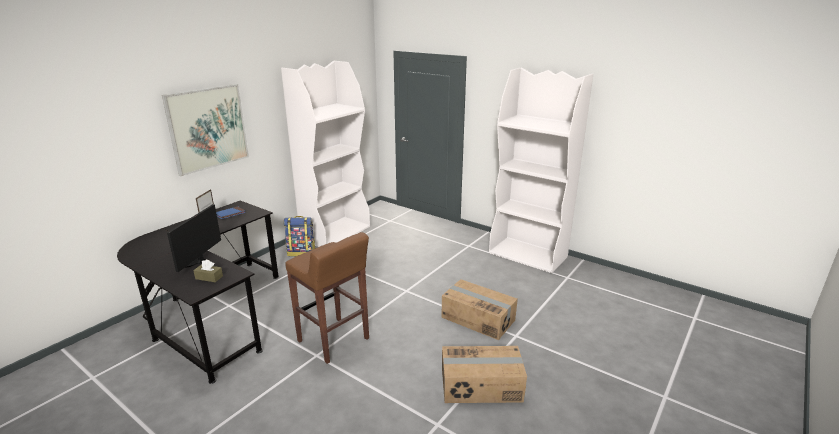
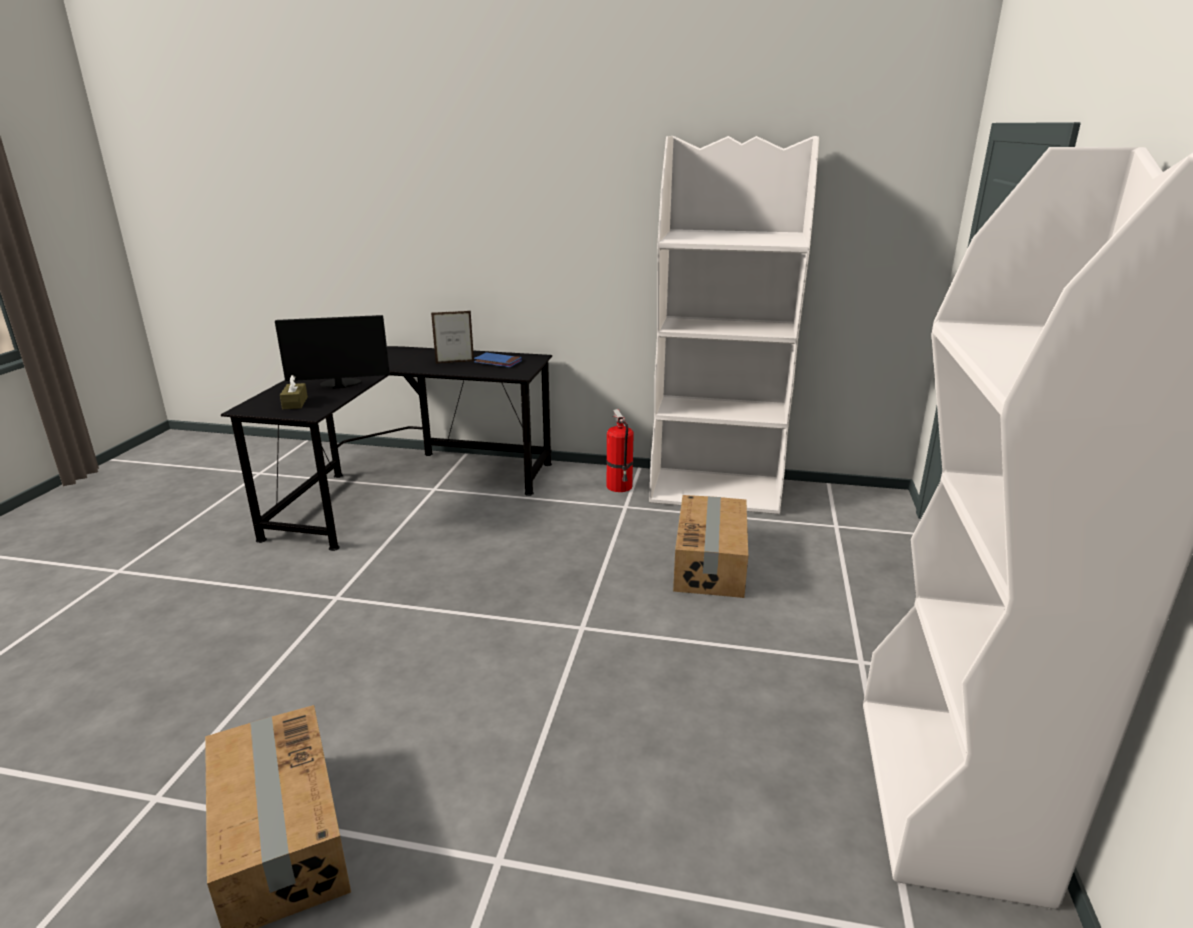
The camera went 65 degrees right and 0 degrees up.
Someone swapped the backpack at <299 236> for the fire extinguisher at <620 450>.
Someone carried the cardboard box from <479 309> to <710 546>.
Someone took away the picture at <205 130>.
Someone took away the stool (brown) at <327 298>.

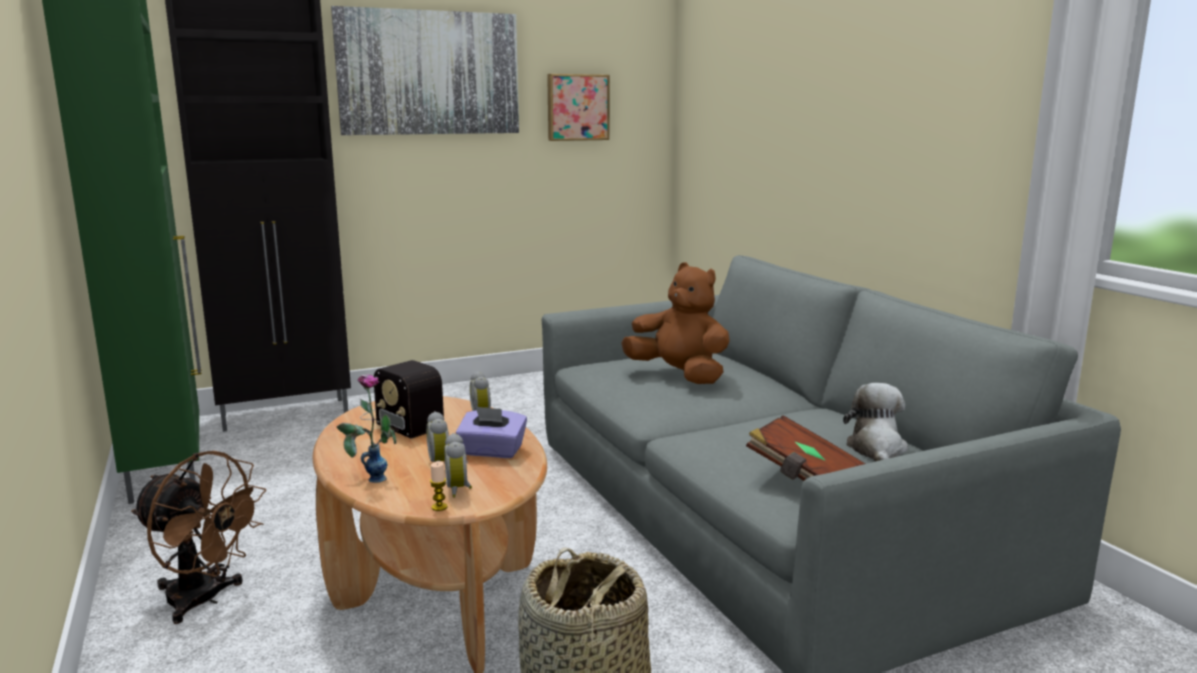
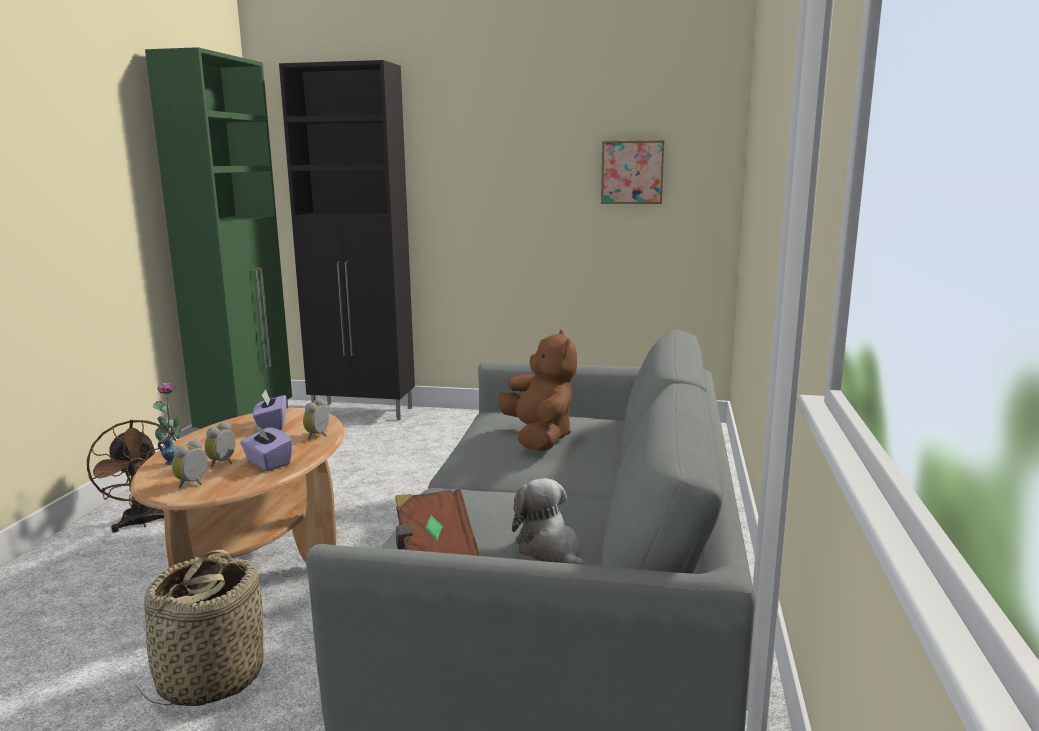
The camera went 35 degrees right and 0 degrees up.
Someone swapped the radio at <402 399> for the tissue box (purple) at <269 409>.
Someone rotated the plush toy at <875 422> by 75 degrees counterclockwise.
Someone took away the picture at <425 70>.
Someone took away the candle at <439 486>.

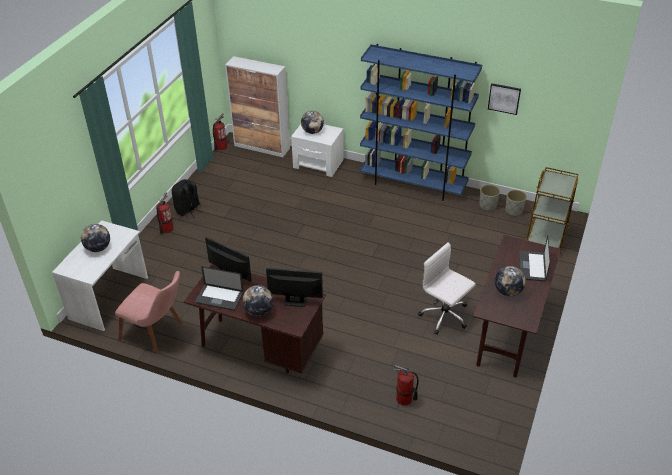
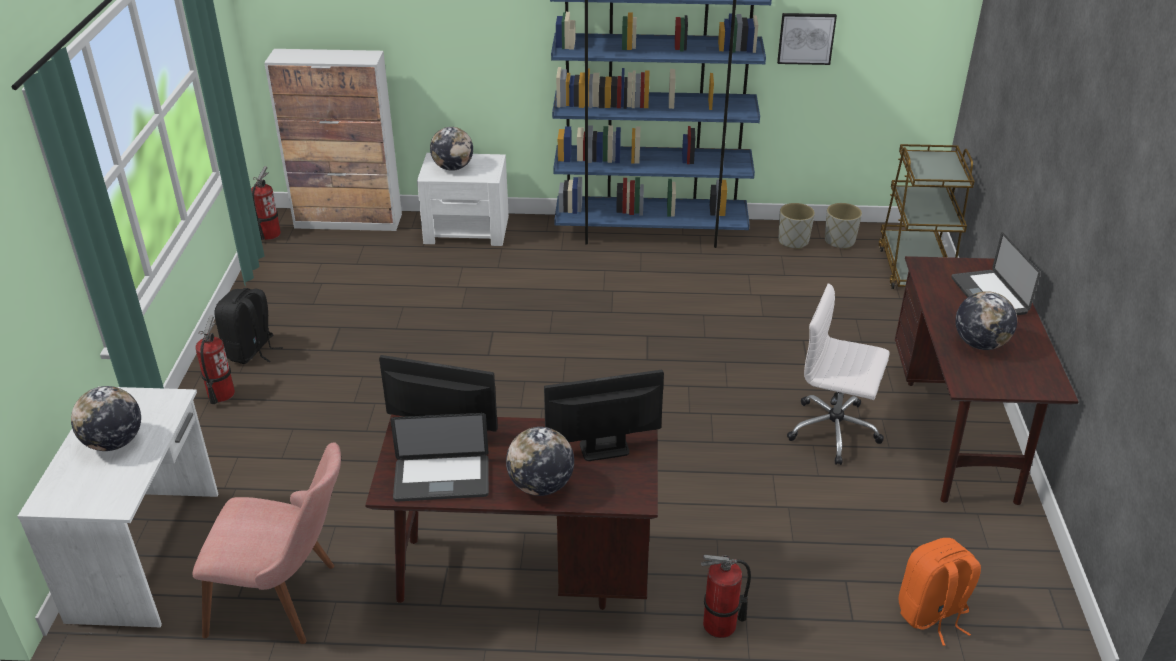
The camera went 20 degrees left and 5 degrees down.
Someone carried the fire extinguisher from <406 385> to <726 596>.
Someone put down the backpack (orange) at <940 592>.

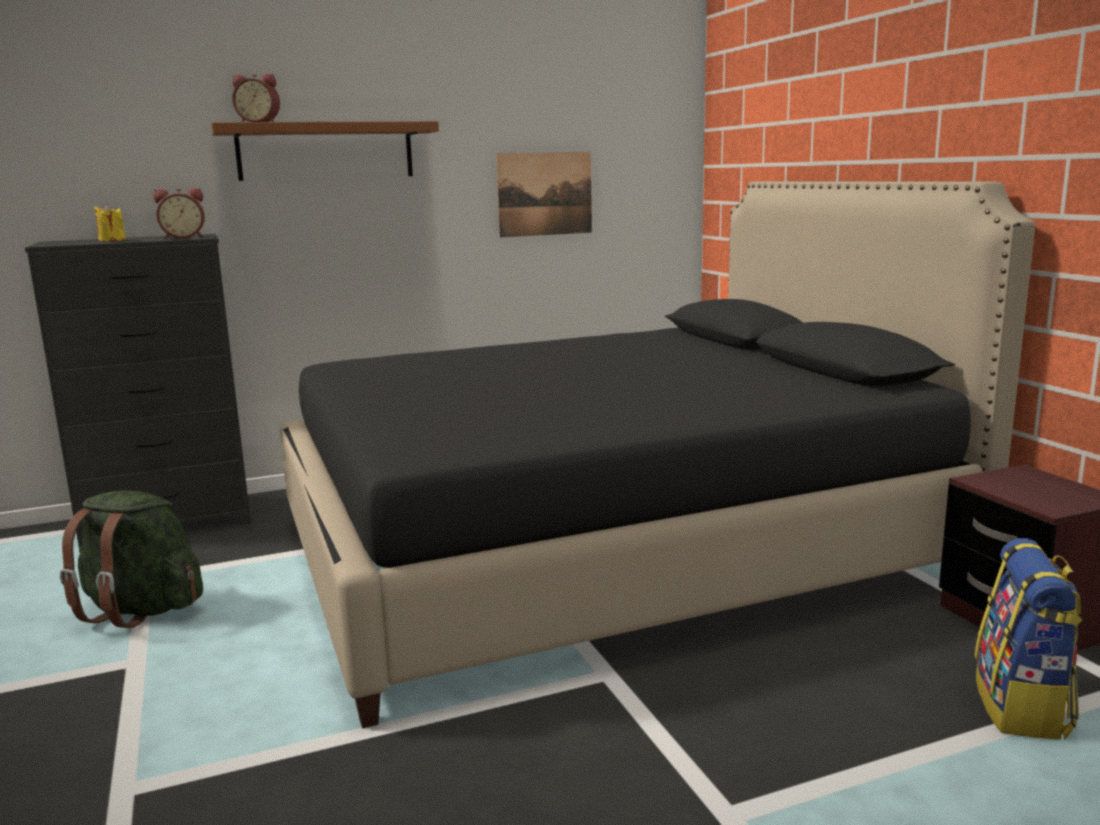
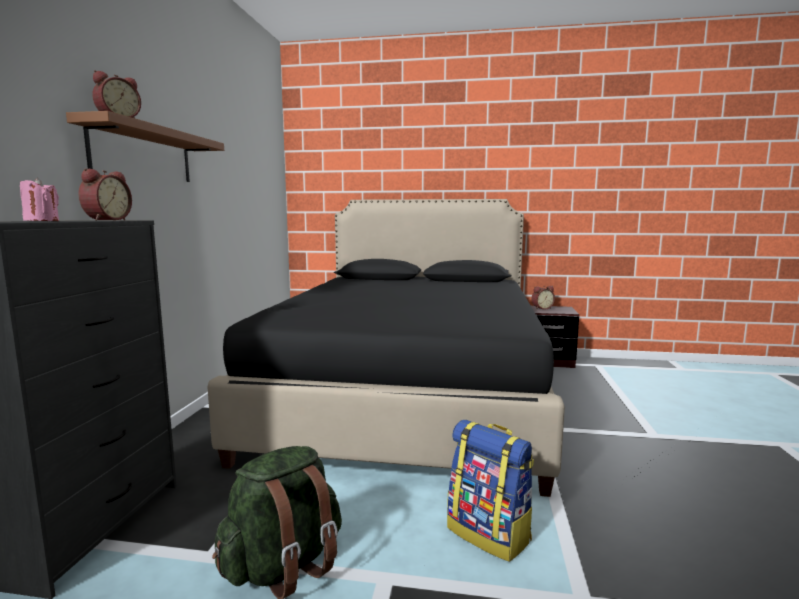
The camera went 60 degrees left and 5 degrees down.
Someone repainted the candle (yellow) at <110 223>, which became the candle (pink) at <39 199>.
Someone carried the backpack from <1028 639> to <490 491>.
Someone put down the alarm clock at <543 298>.
Someone took away the picture at <544 194>.

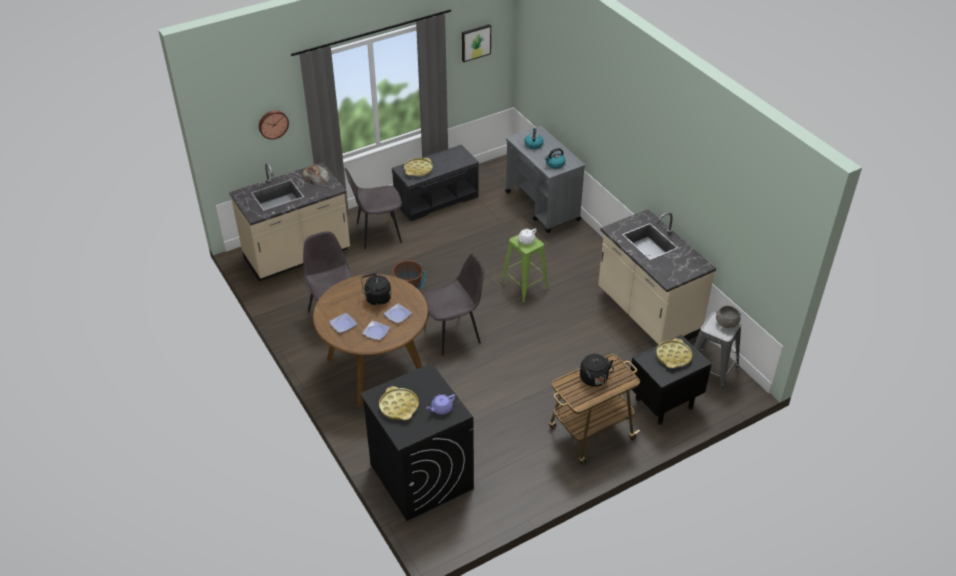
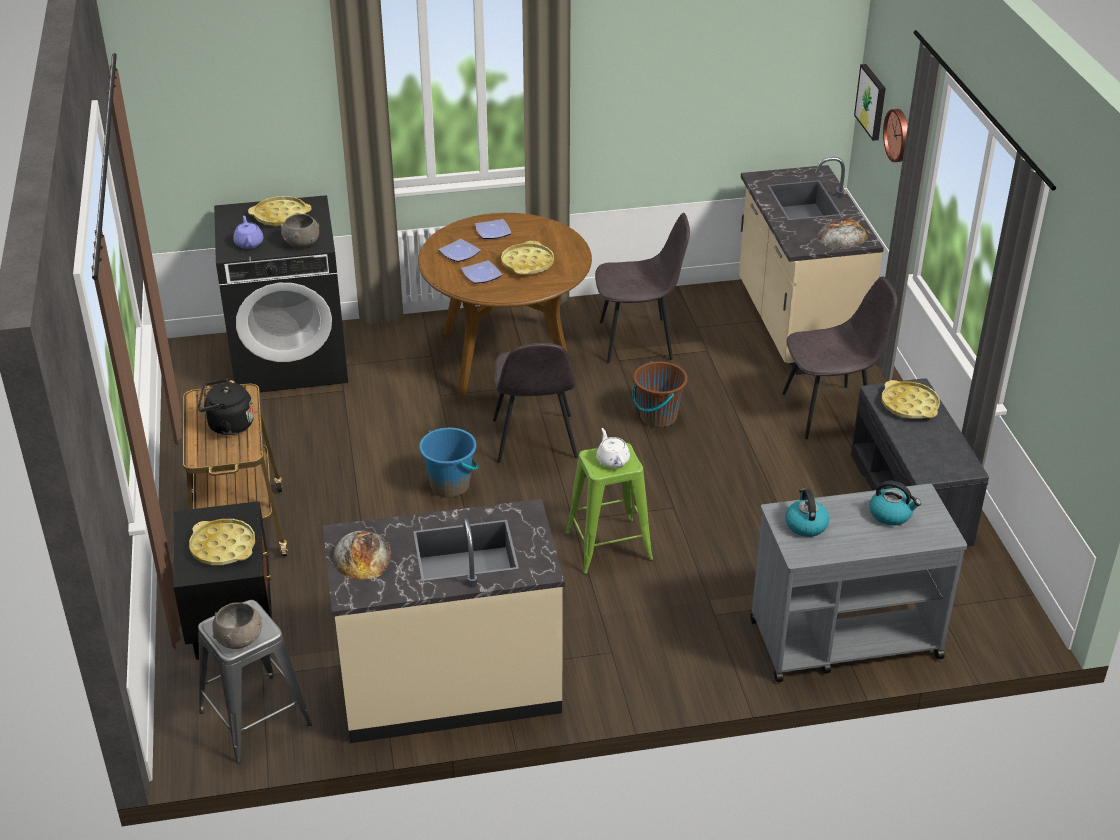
The camera went 110 degrees right and 5 degrees down.
Someone put down the bowl (grey) at <300 230>.
Someone put down the bread at <362 555>.
Someone put down the bucket (blue) at <448 463>.
Someone swapped the kettle (black) at <376 289> for the tray (yellow) at <527 258>.
Someone rotated the chair (grey) at <373 208> by 75 degrees clockwise.
Someone carried the picture from <476 43> to <870 102>.

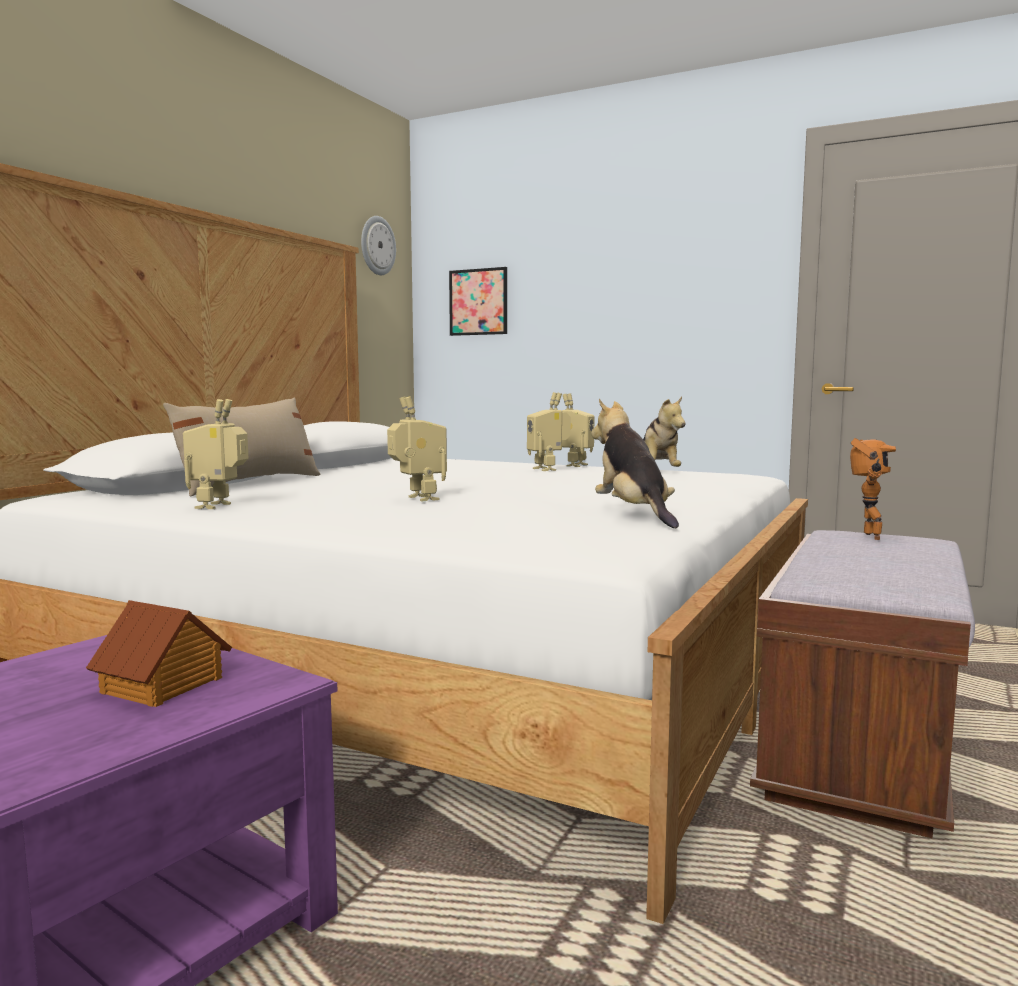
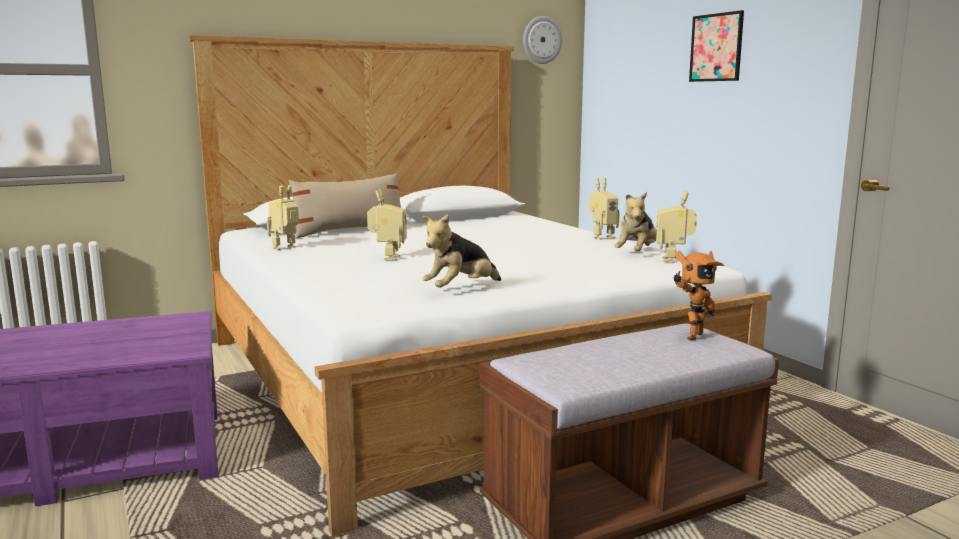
The camera went 35 degrees right and 5 degrees up.
Someone rotated the plush toy at <635 463> by 150 degrees counterclockwise.
Someone carried the toy robot from <549 431> to <676 227>.
Someone carried the picture from <478 301> to <716 46>.
Someone took away the toy house at <159 653>.

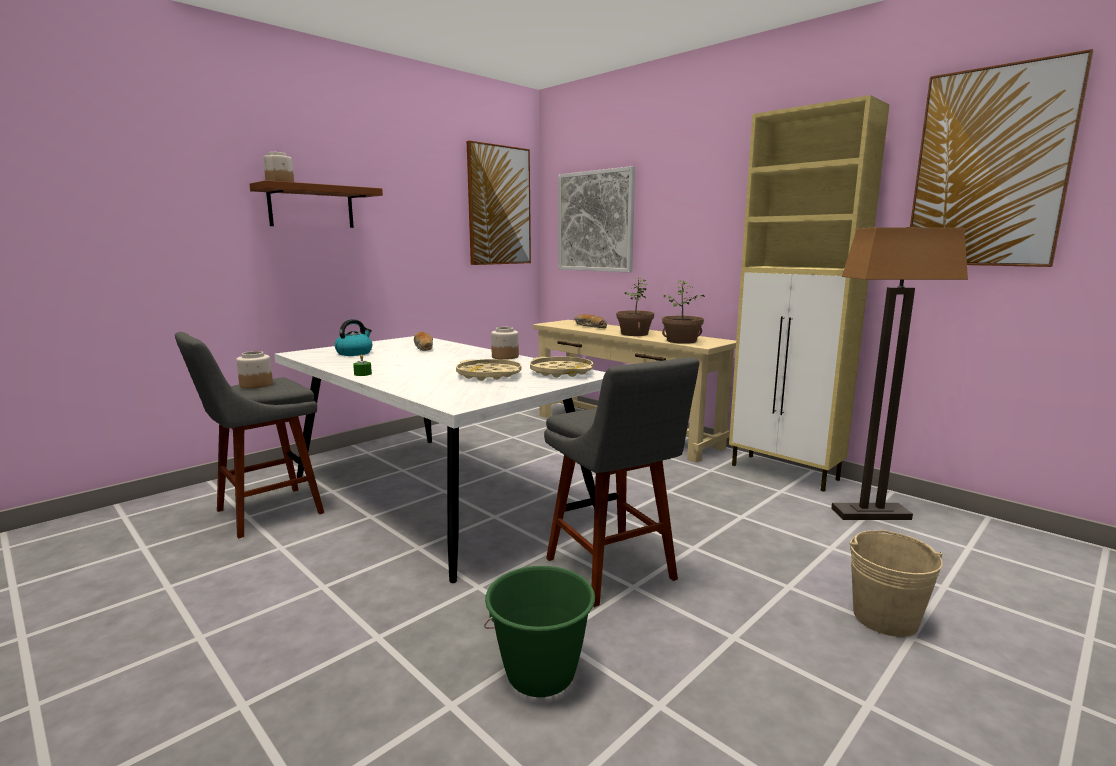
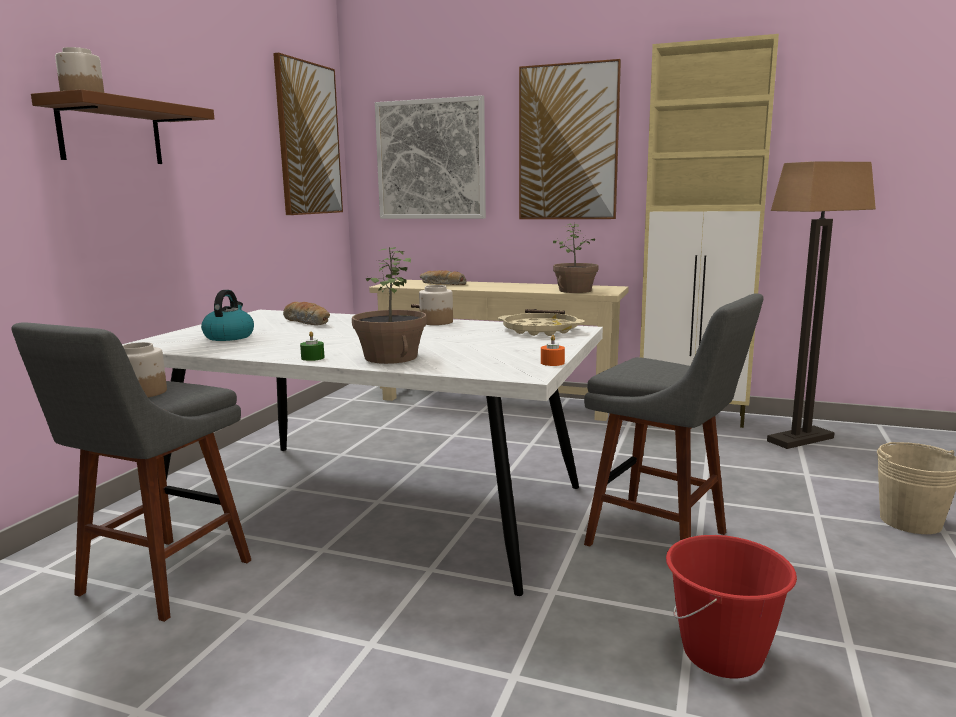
The camera went 25 degrees left and 0 degrees up.
Someone carried the potted plant from <635 307> to <389 305>.
Someone carried the picture from <1002 158> to <570 139>.
Someone put down the candle (orange) at <553 350>.
Someone repainted the bucket (green) at <539 631>, which became the bucket (red) at <731 606>.
Someone took away the tray (beige) at <489 370>.

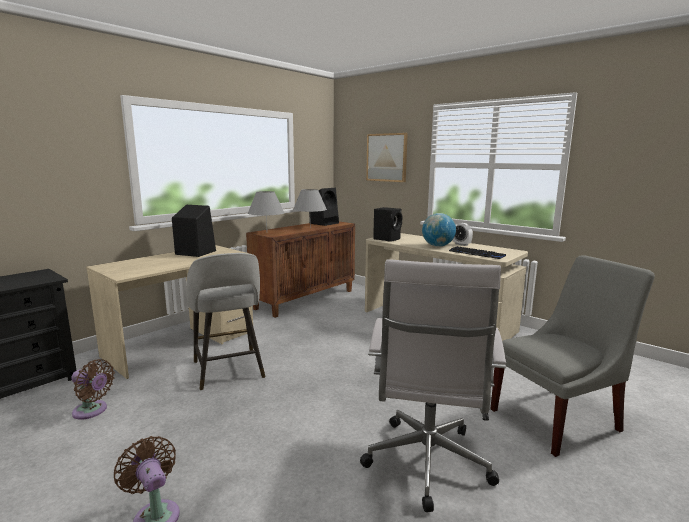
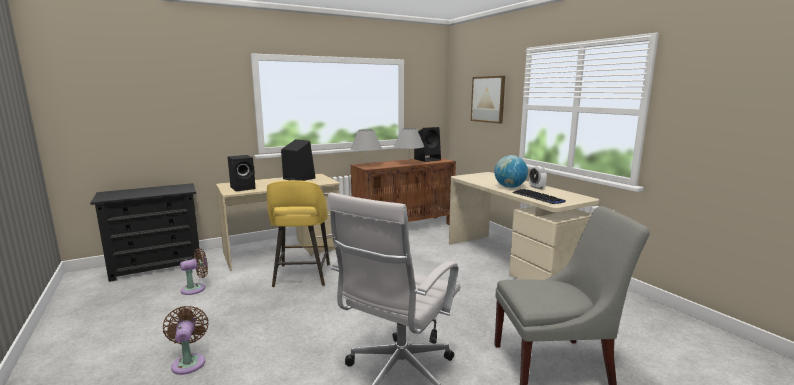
The camera went 20 degrees right and 0 degrees up.
Someone rotated the fan (brown) at <93 389> by 75 degrees counterclockwise.
Someone carried the speaker (black) from <388 224> to <241 173>.
Someone repainted the stool (grey) at <226 321>, which became the stool (yellow) at <298 233>.

